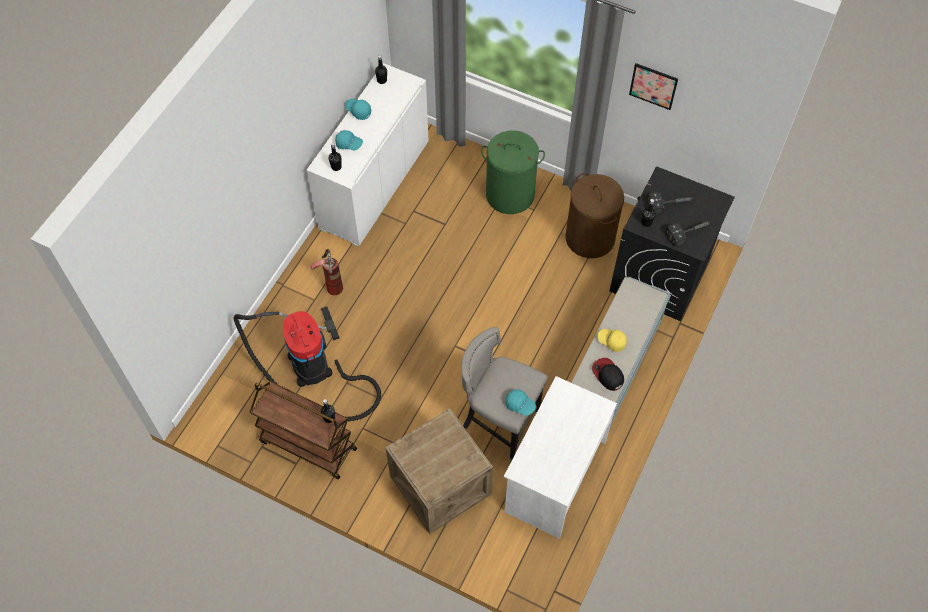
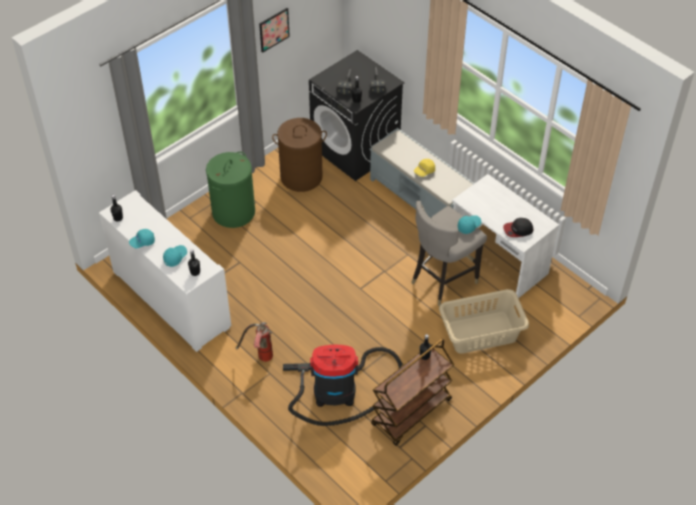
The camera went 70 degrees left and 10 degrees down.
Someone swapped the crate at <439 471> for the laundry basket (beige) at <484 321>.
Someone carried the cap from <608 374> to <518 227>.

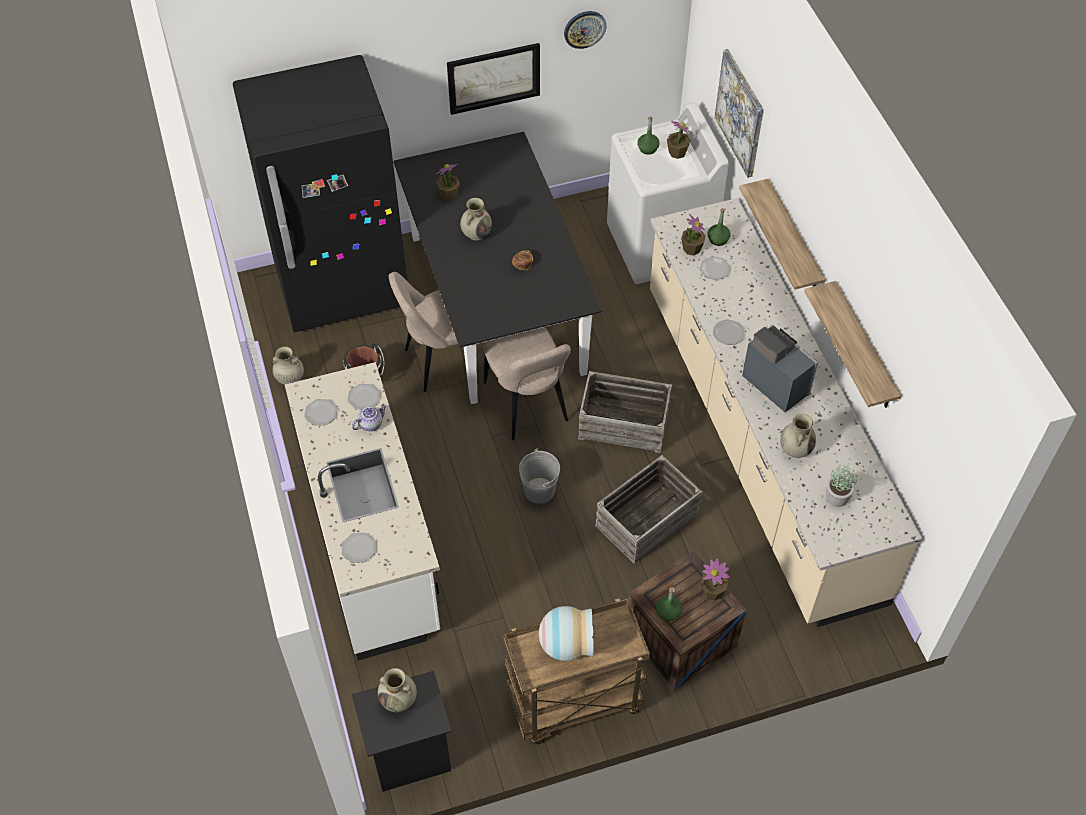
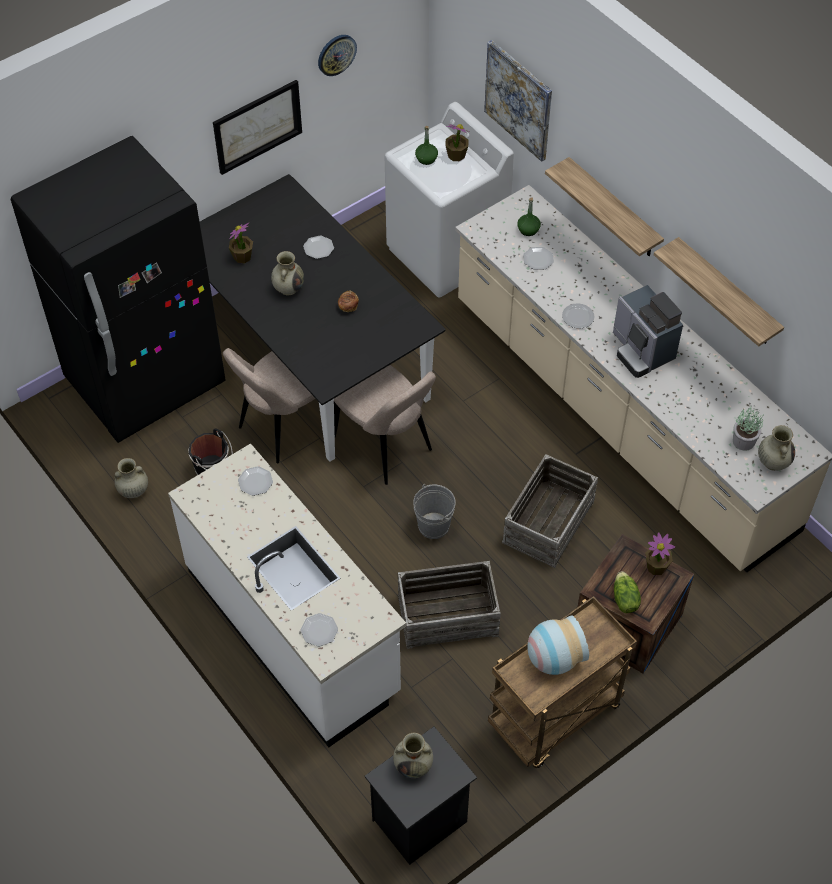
The camera went 20 degrees left and 0 degrees up.
Someone carried the plate from <321 412> to <318 247>.
Someone carried the crate from <625 412> to <449 605>.
Someone rotated the coffee machine at <780 368> by 150 degrees counterclockwise.
Someone swapped the bottle (green) at <669 604> for the lettuce at <627 592>.
Someone carried the vase (beige) from <798 436> to <776 448>.
Someone took away the teapot at <369 417>.
Someone took away the potted plant at <693 235>.

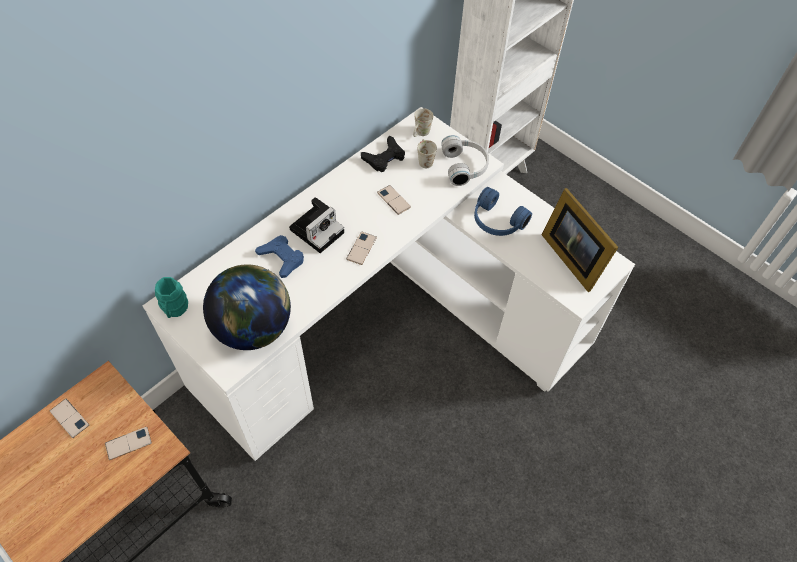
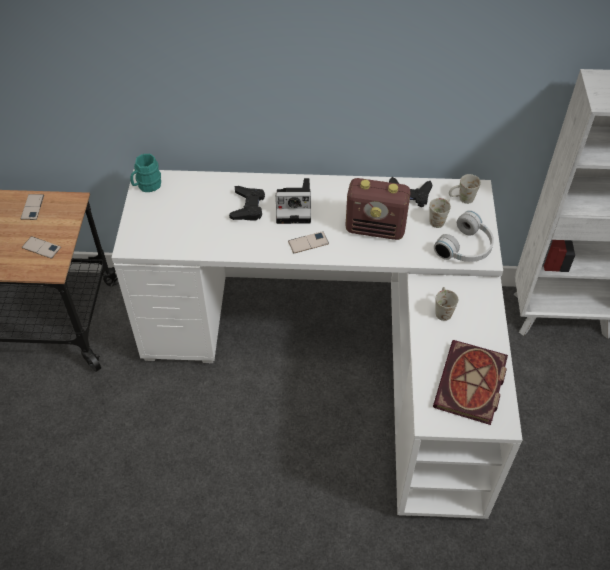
The camera went 50 degrees right and 5 degrees down.
Someone repainted the game controller (blue) at <279 256>, which became the game controller (black) at <247 203>.
Someone swapped the phone at <394 200> for the radio at <378 209>.
Someone swapped the picture frame at <580 240> for the book at <470 382>.
Someone swapped the headphones (blue) at <503 211> for the mug (white) at <447 304>.
Someone took away the globe at <247 307>.

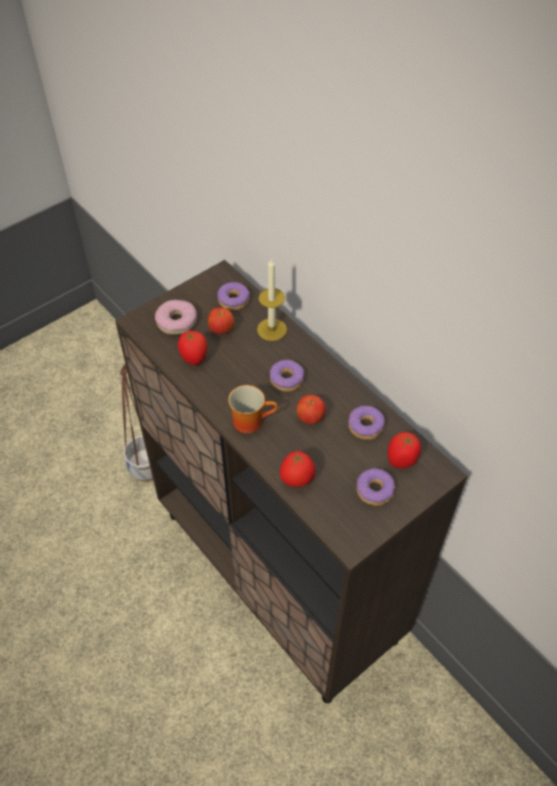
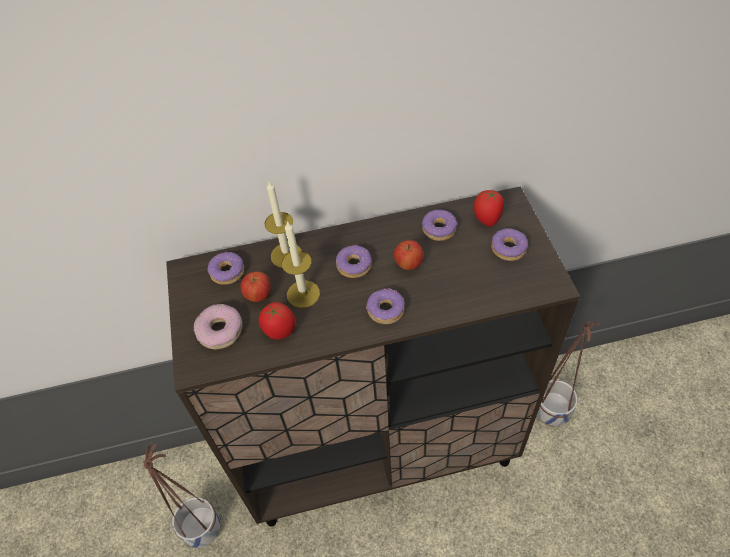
The camera went 60 degrees left and 0 degrees up.
Someone put down the candle at <300 264>.
Someone swapped the mug at <253 409> for the donut at <385 306>.
Someone put down the planter at <568 374>.
Someone took away the tomato at <298 469>.

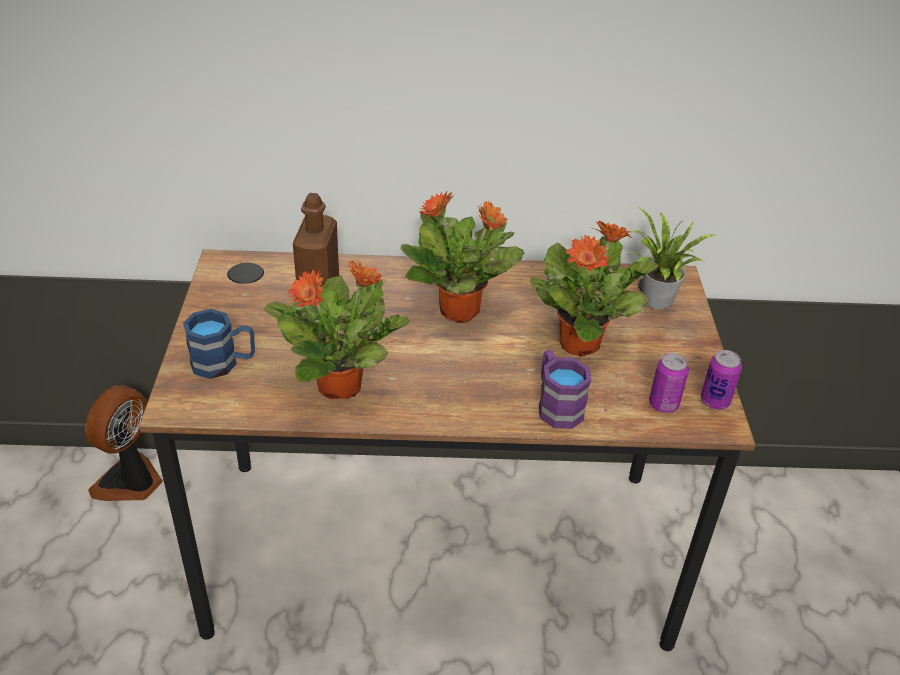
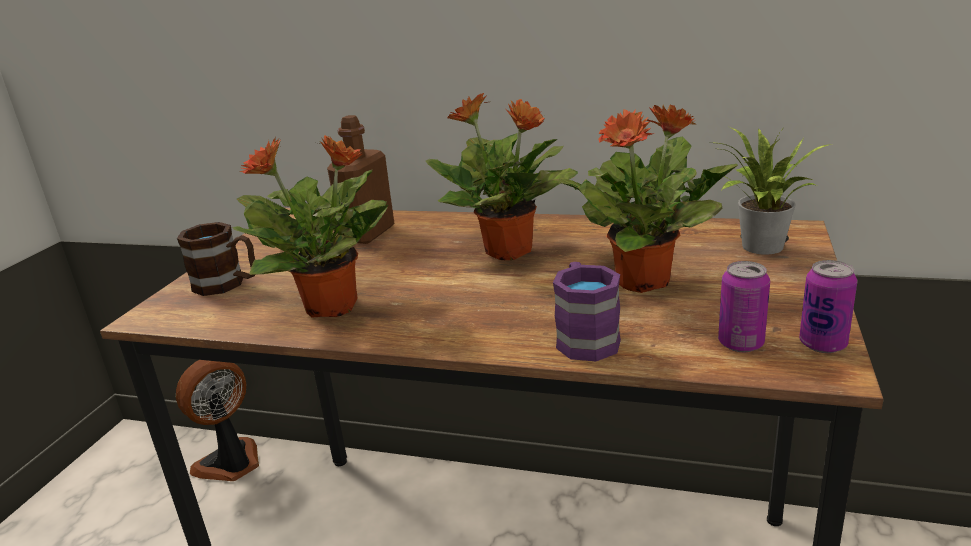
The camera went 20 degrees right and 15 degrees down.
Someone repainted the mug (blue) at <219 344>, which became the mug (brown) at <216 259>.

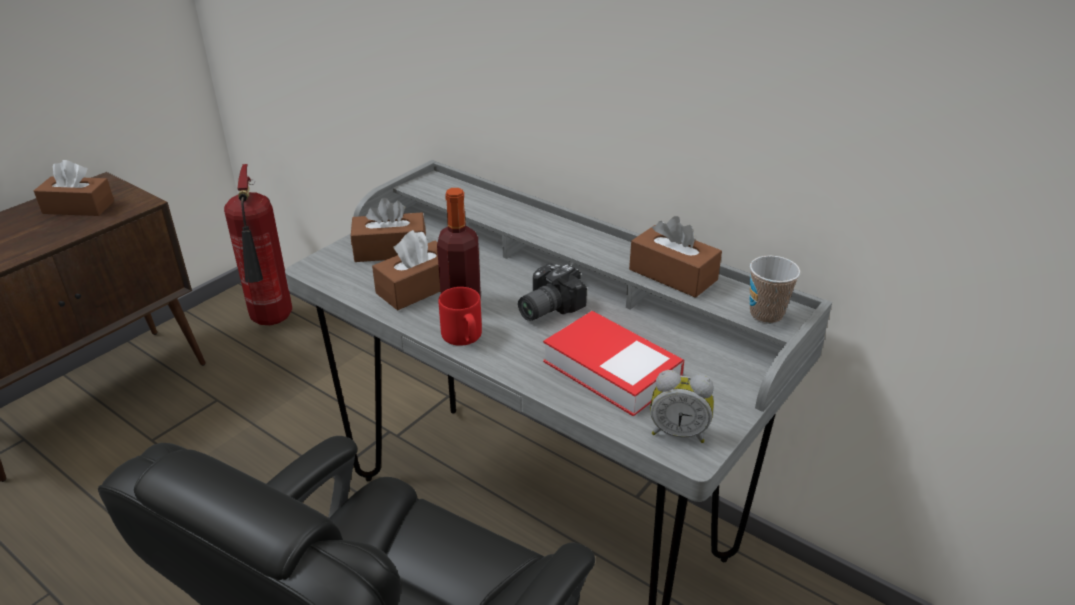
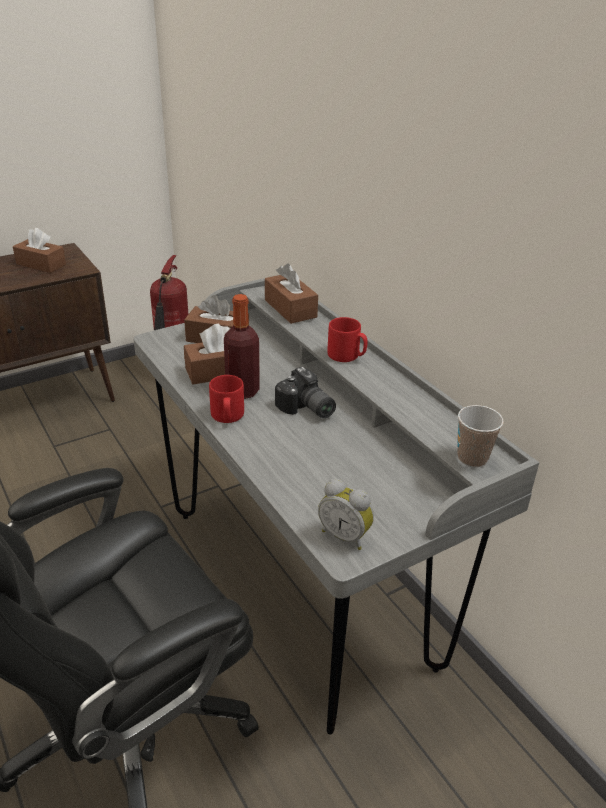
The camera went 20 degrees right and 0 degrees up.
Someone carried the tissue box (brown) from <675 257> to <291 293>.
Someone rotated the photo camera at <552 292> by 105 degrees counterclockwise.
Someone put down the mug (red) at <347 339>.
Someone took away the book at <613 364>.

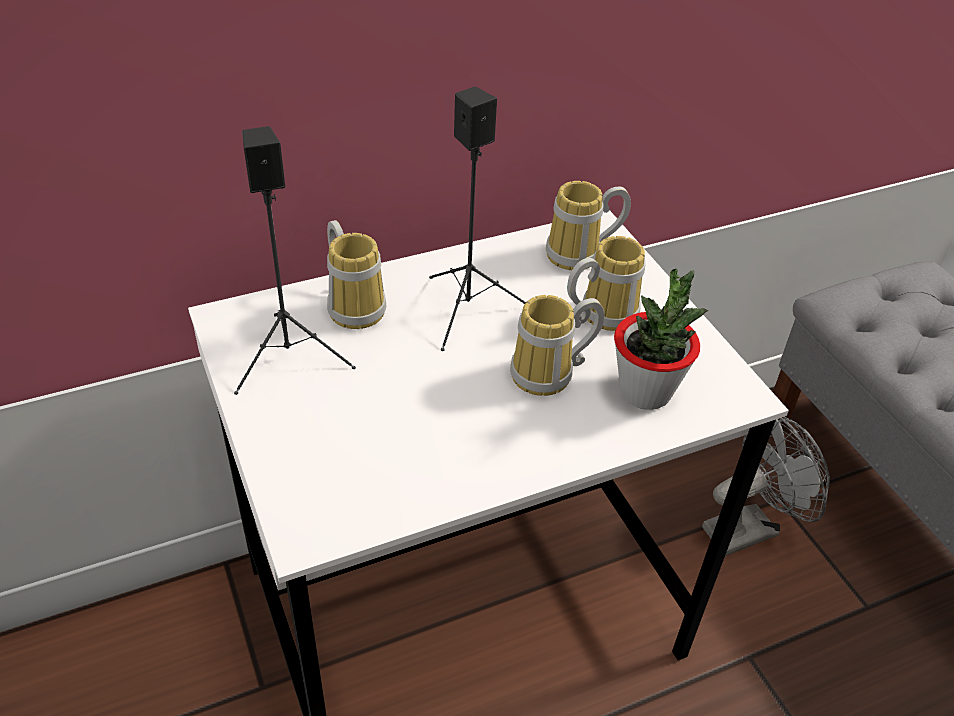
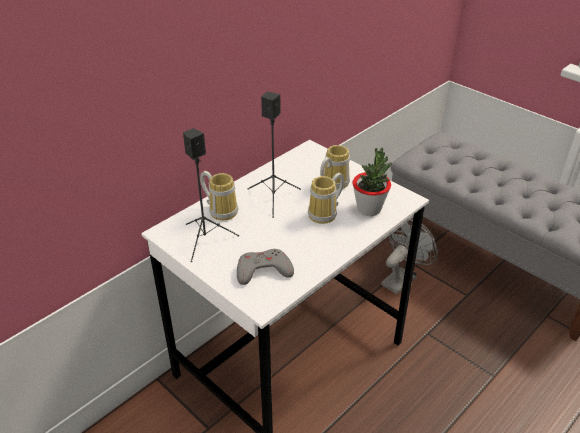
The camera went 20 degrees left and 5 degrees down.
Someone put down the game controller (grey) at <265 267>.
Someone took away the mug at <588 225>.

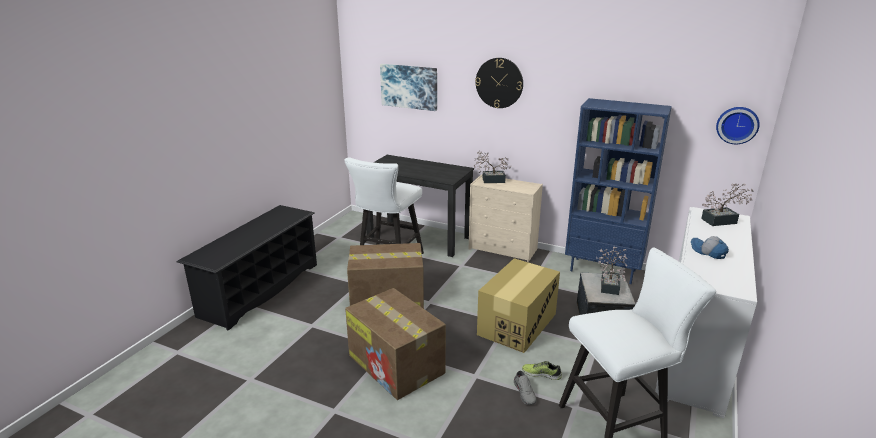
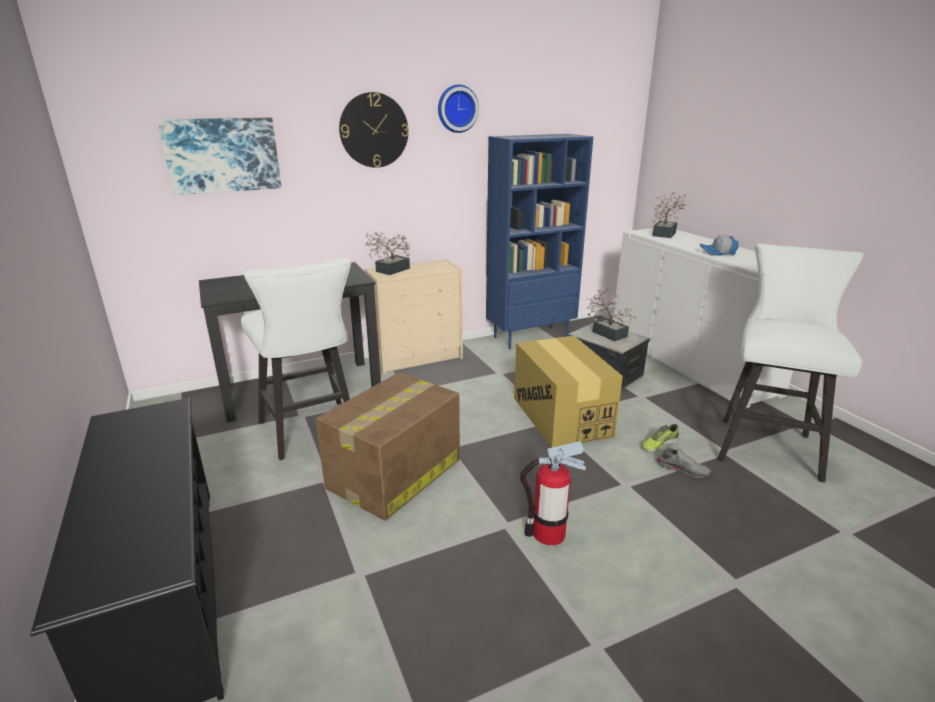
The camera went 50 degrees left and 0 degrees up.
Someone carried the wall clock from <738 125> to <458 108>.
Someone swapped the cardboard box at <395 344> for the fire extinguisher at <553 493>.

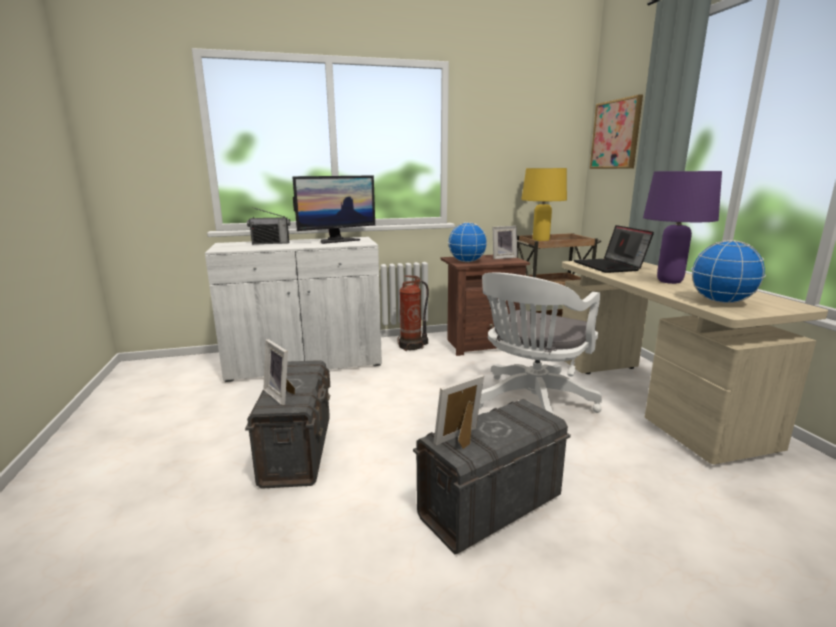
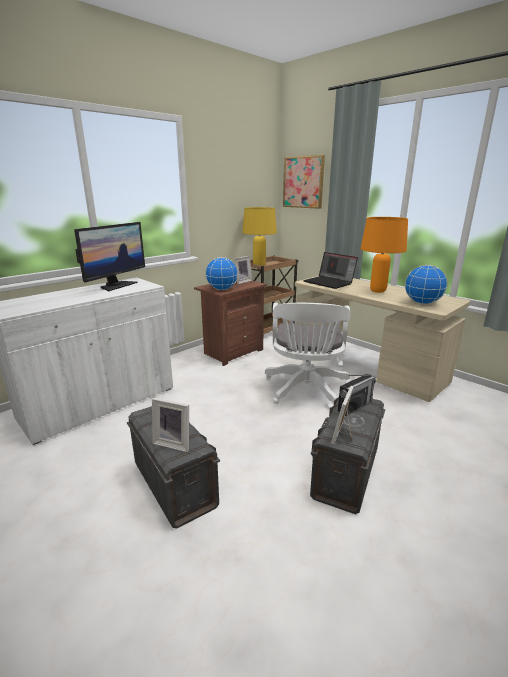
The camera went 30 degrees left and 5 degrees up.
Someone carried the radio from <268 225> to <357 395>.
Someone repainted the table lamp (purple) at <682 227>, which became the table lamp (orange) at <384 255>.
Someone took away the fire extinguisher at <413 313>.

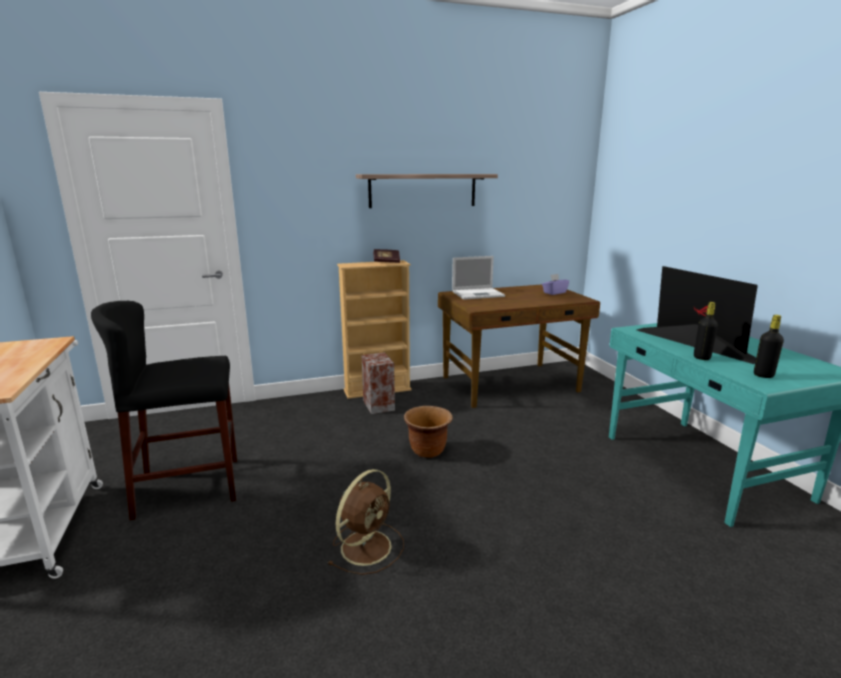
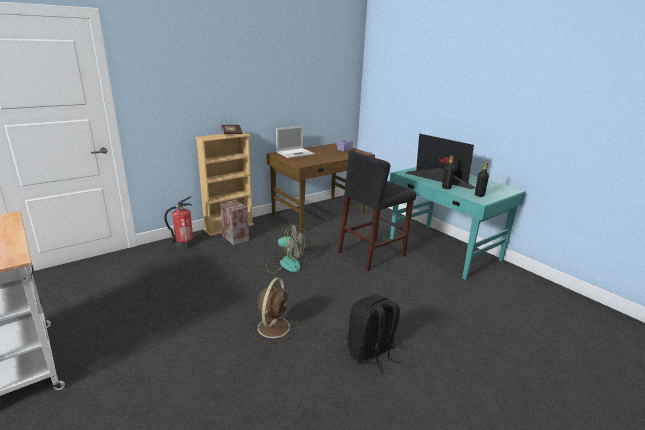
The camera went 20 degrees left and 5 degrees up.
Someone put down the fire extinguisher at <179 222>.
Someone swapped the planter (brown) at <428 432> for the fan at <285 248>.
Someone carried the stool (black) from <164 410> to <377 210>.
Someone put down the backpack (black) at <374 333>.
Someone took away the shelf at <427 191>.

